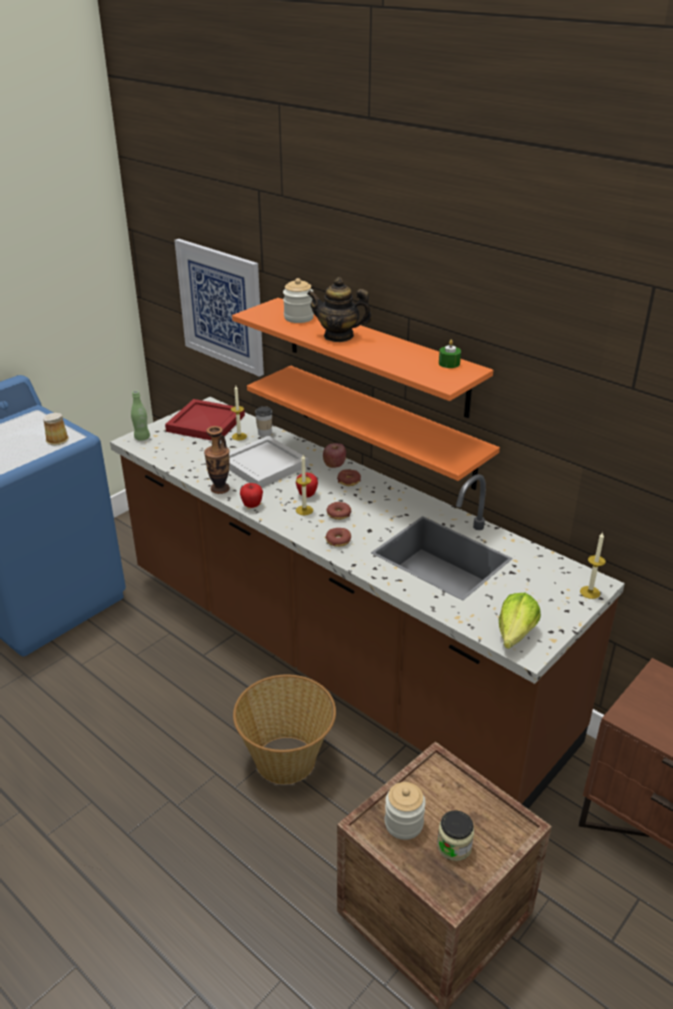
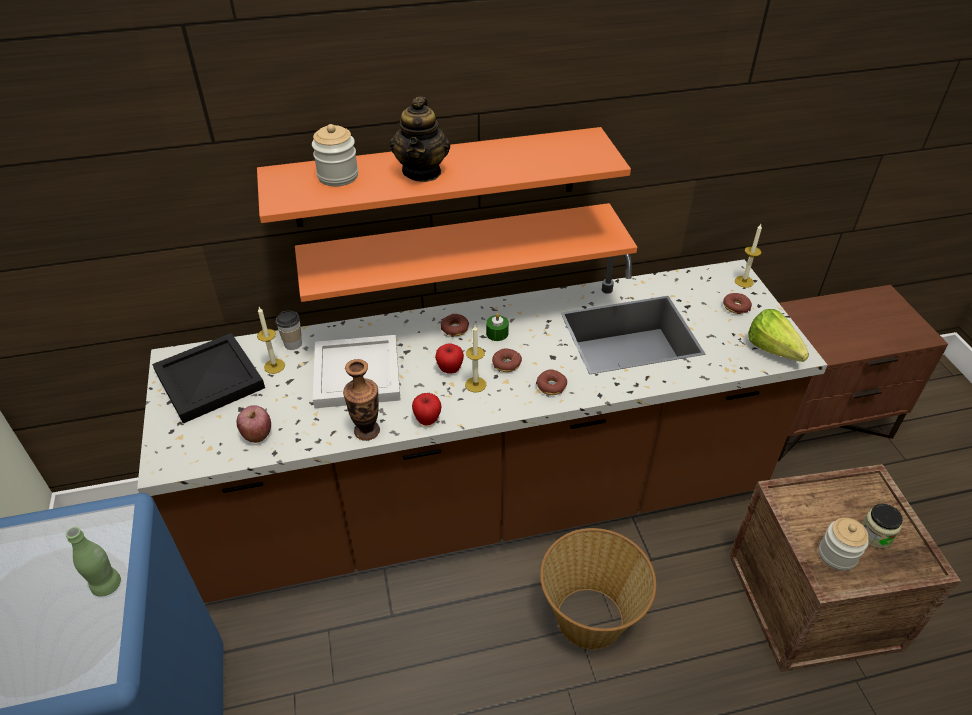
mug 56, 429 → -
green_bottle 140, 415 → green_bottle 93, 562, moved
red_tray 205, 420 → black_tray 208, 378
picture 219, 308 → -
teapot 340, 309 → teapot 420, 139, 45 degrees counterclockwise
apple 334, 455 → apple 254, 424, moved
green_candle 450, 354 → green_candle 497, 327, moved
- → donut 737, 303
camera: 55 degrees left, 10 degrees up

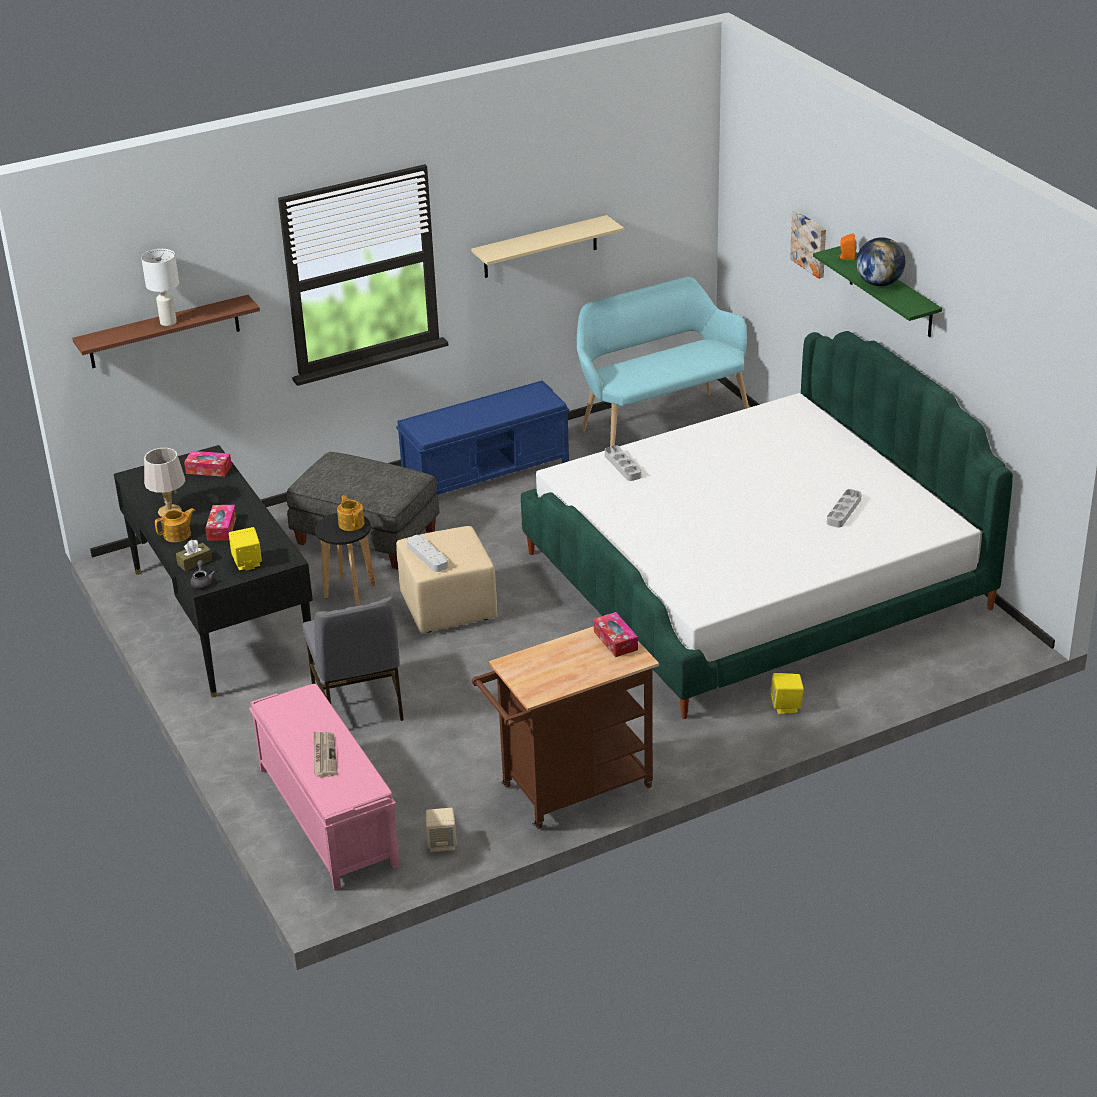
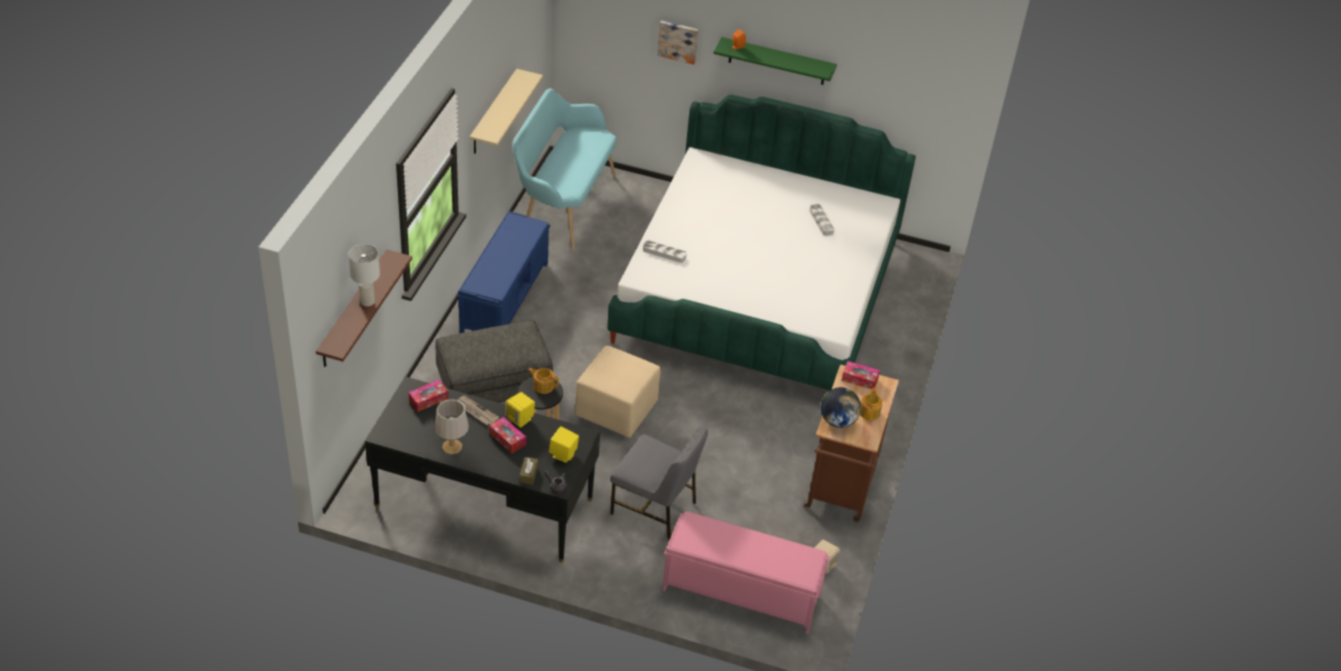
teapot 175, 525 → teapot 871, 404, moved
newspaper 326, 754 → newspaper 478, 410, moved
grey_tray 427, 553 → -
yellow_speaker 787, 693 → yellow_speaker 520, 410, moved
globe 880, 261 → globe 841, 407, moved
camera: 50 degrees left, 10 degrees up

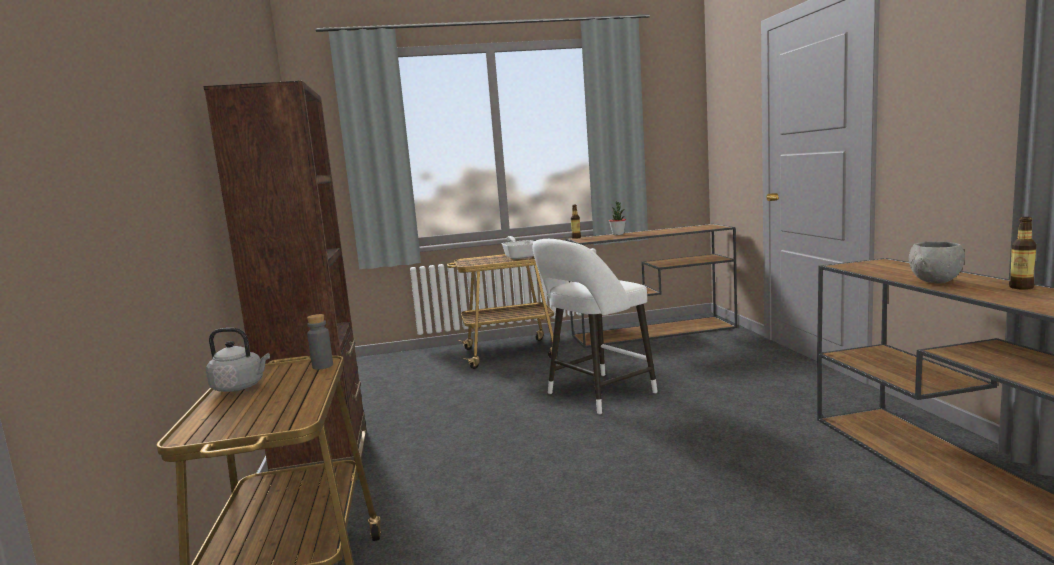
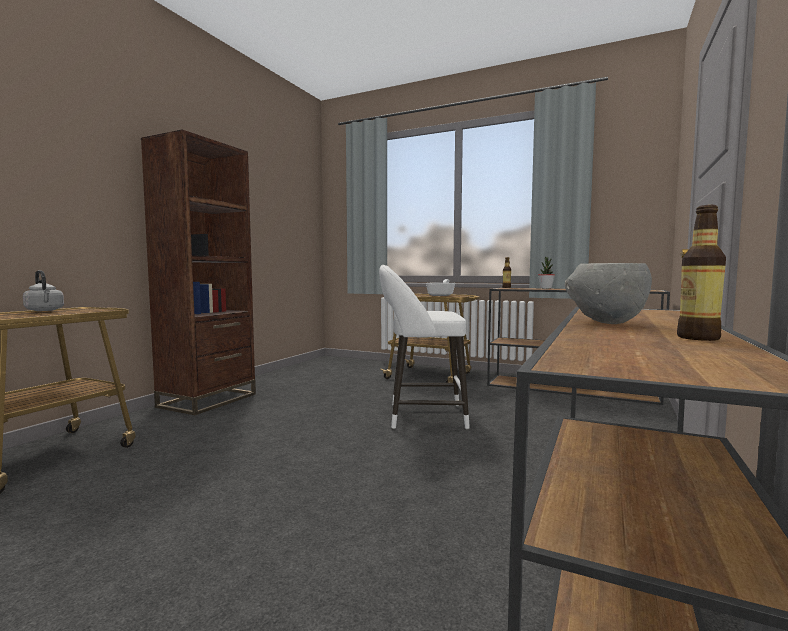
grey_bottle 320, 342 → -
camera: 35 degrees right, 5 degrees down

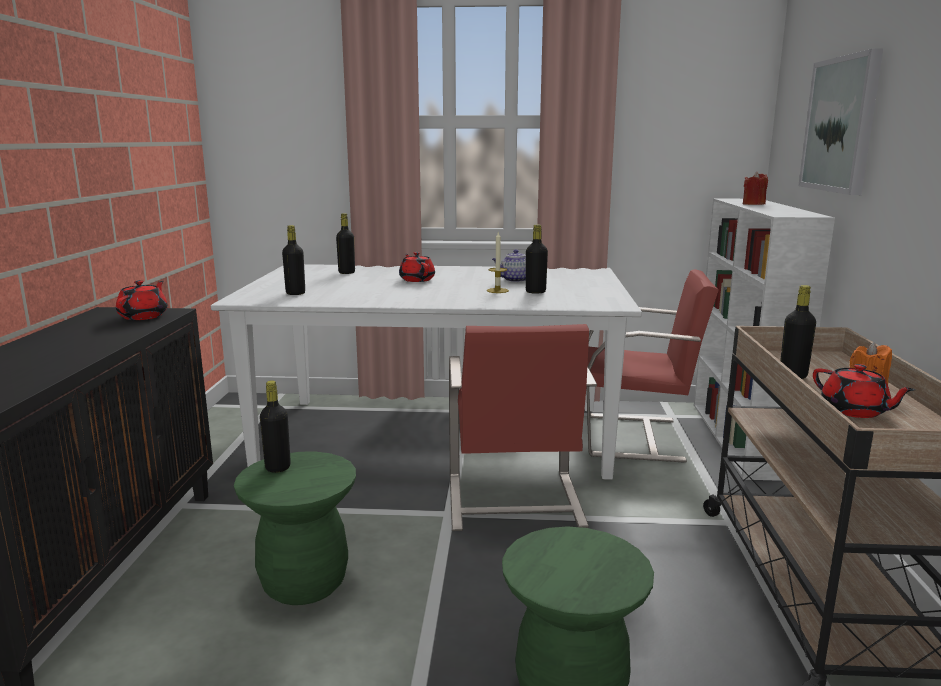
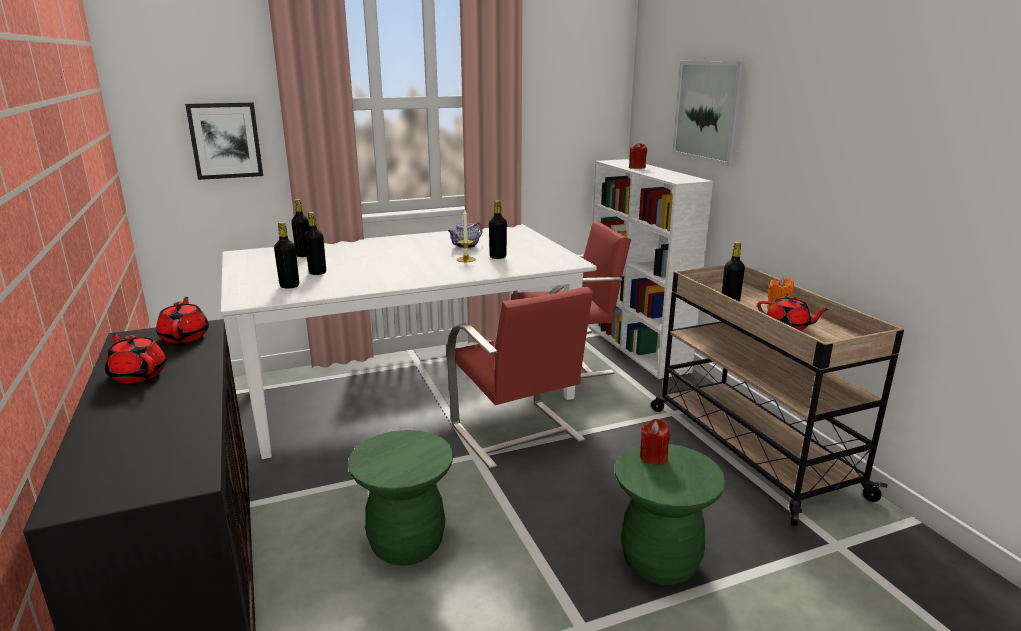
black_bottle 275, 426 → black_bottle 315, 243, moved
red_teapot 417, 267 → red_teapot 135, 358, moved
- → picture 224, 141
- → red_candle 655, 442
camera: 25 degrees left, 5 degrees up

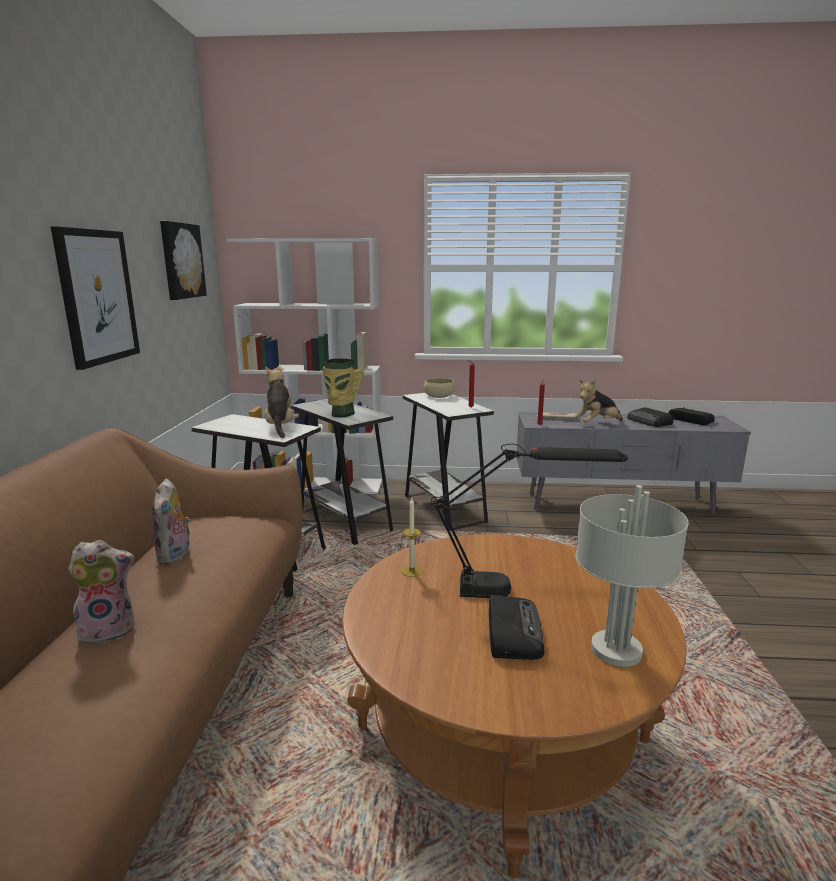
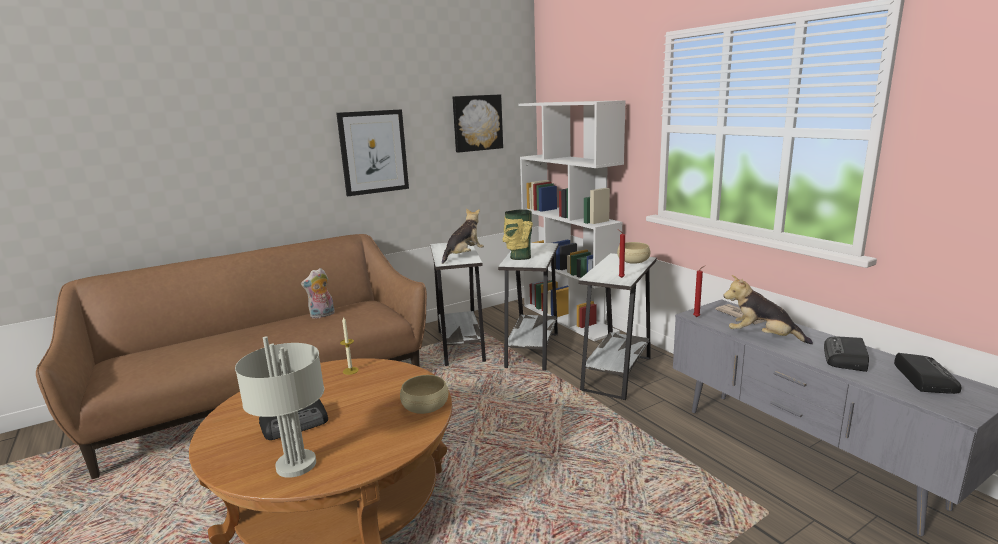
plush_toy 101, 592 → -
black_table_lamp 529, 521 → -
- → beige_bowl 424, 394
camera: 55 degrees right, 0 degrees up

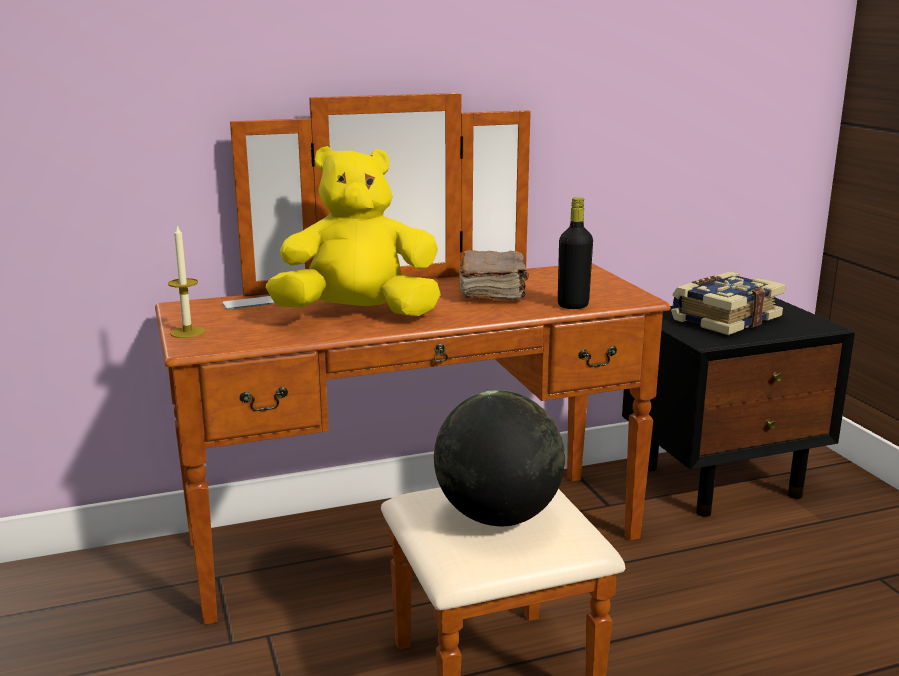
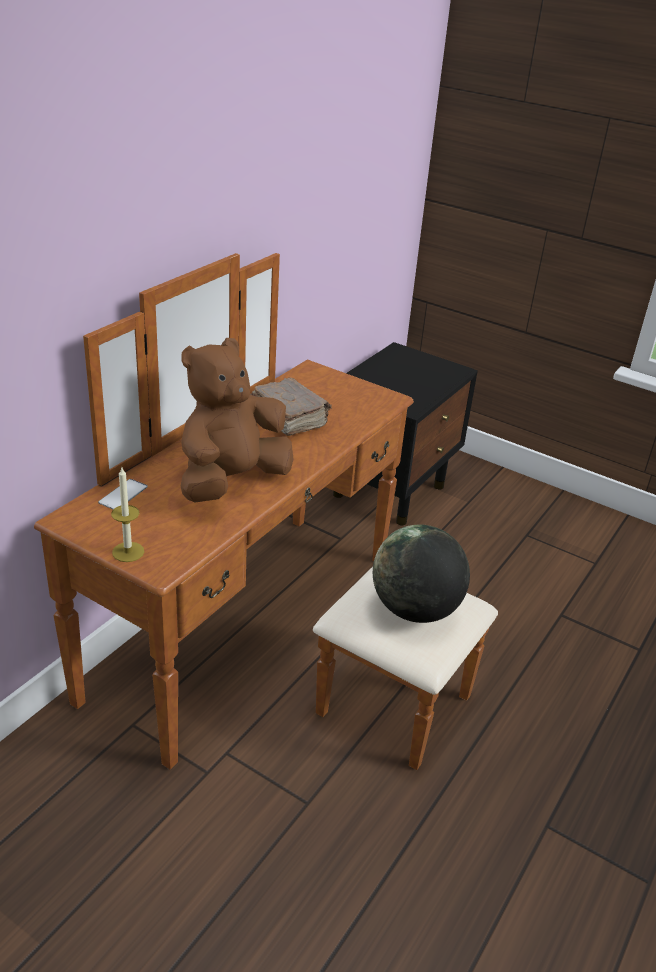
yellow_plush_toy 353, 231 → brown_plush_toy 236, 420
black_bottle 575, 253 → -
book 728, 303 → -
camera: 40 degrees left, 15 degrees up

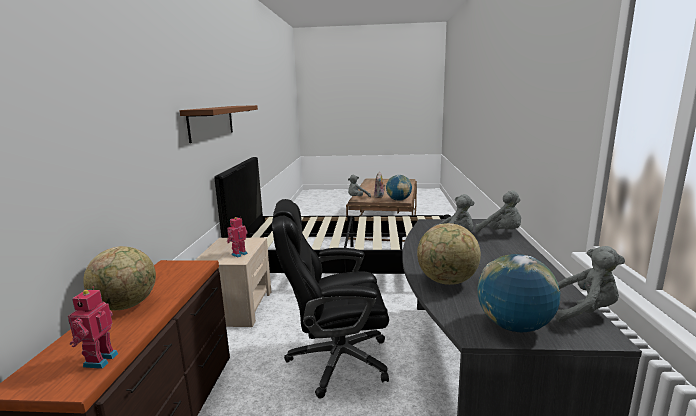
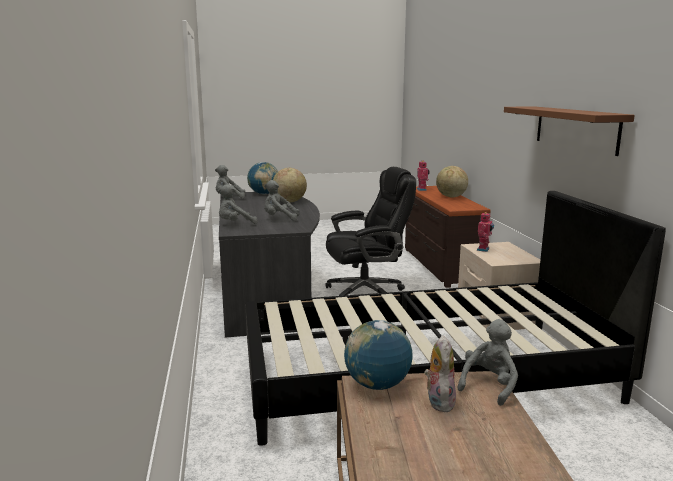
grey_plush_toy 498, 211 → grey_plush_toy 238, 204, 60 degrees counterclockwise
camera: 165 degrees right, 0 degrees up

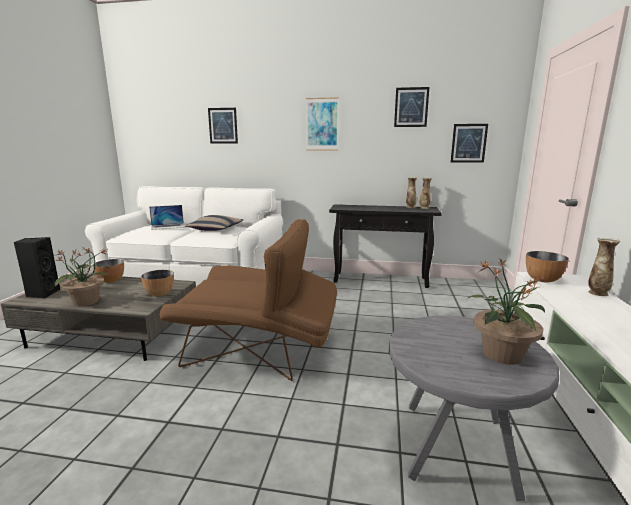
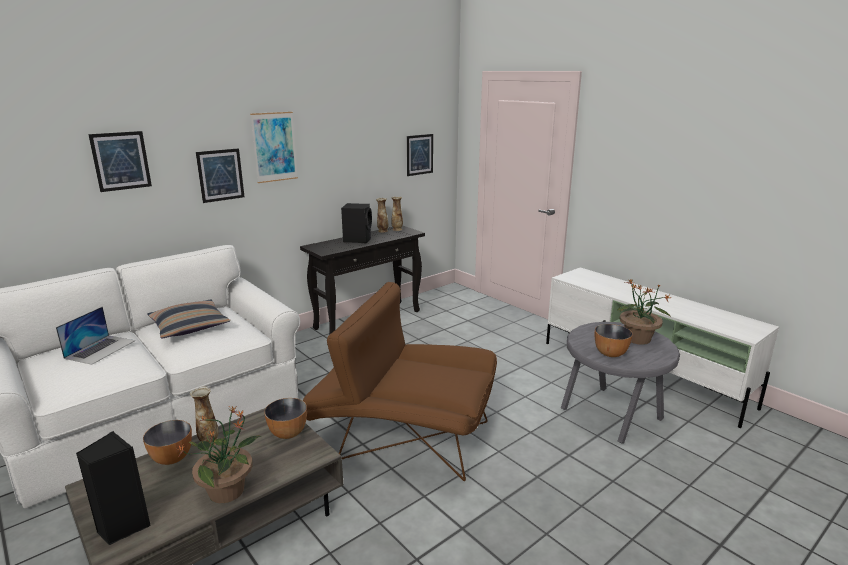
brown_armchair 248, 300 → brown_armchair 400, 381, 120 degrees counterclockwise
picture 411, 107 → picture 220, 175, moved
bowl 547, 267 → bowl 614, 340, moved
vase 604, 267 → vase 204, 417, moved
- → black_speaker 356, 223
camera: 50 degrees left, 5 degrees up

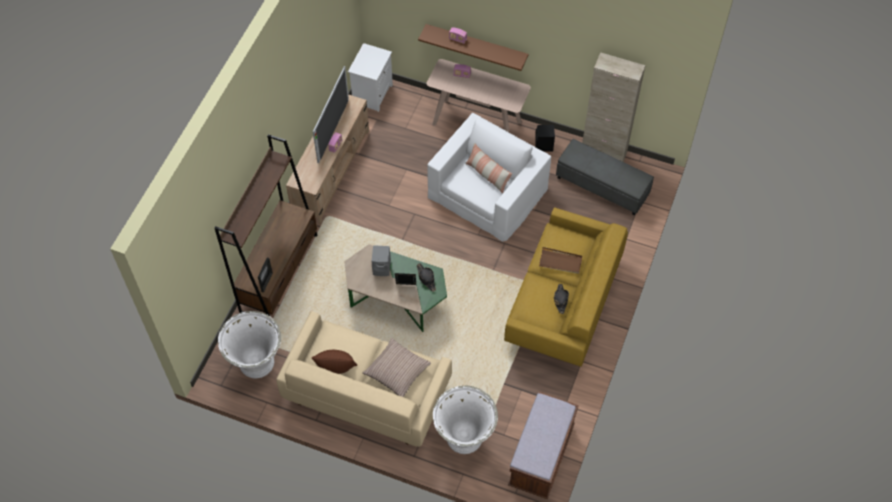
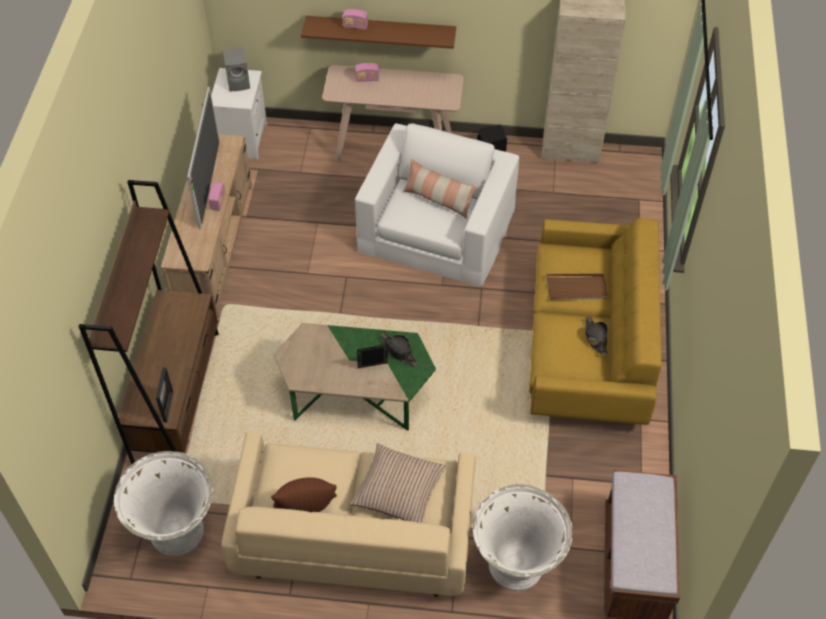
grey_speaker 381, 260 → grey_speaker 236, 69, moved
grey_ottoman 605, 177 → -
camera: 15 degrees left, 5 degrees down

